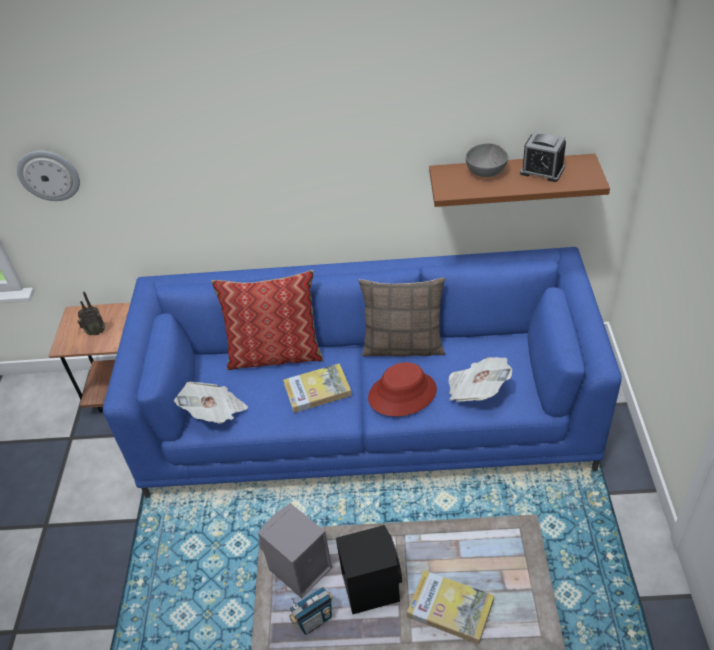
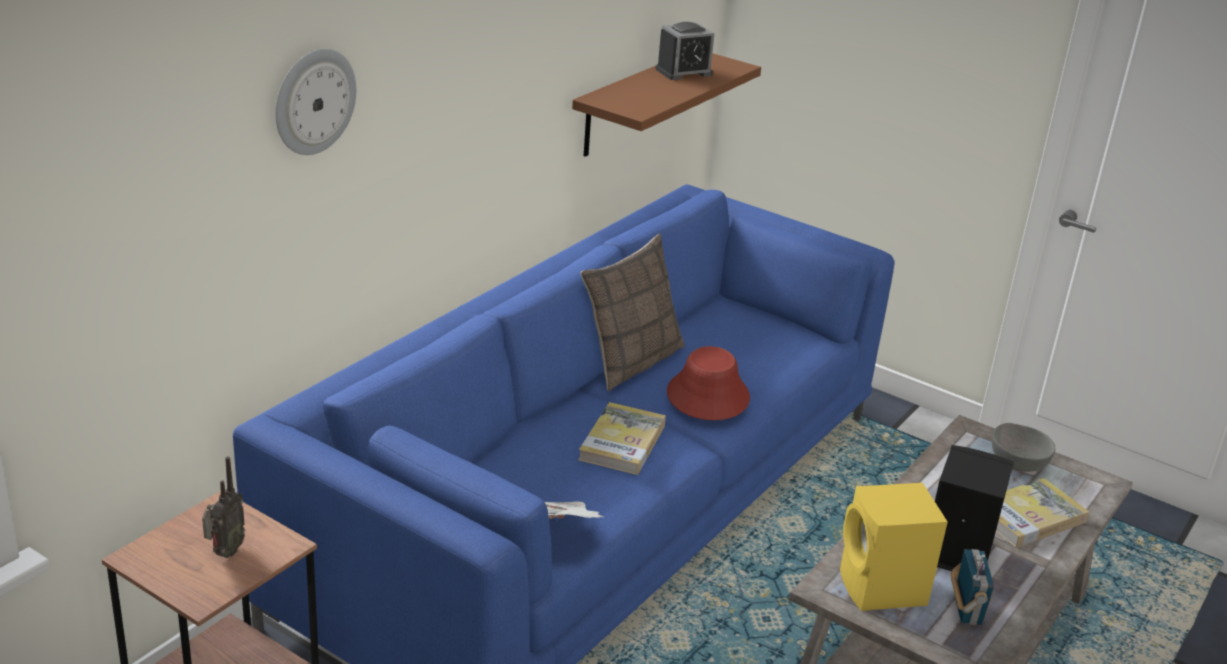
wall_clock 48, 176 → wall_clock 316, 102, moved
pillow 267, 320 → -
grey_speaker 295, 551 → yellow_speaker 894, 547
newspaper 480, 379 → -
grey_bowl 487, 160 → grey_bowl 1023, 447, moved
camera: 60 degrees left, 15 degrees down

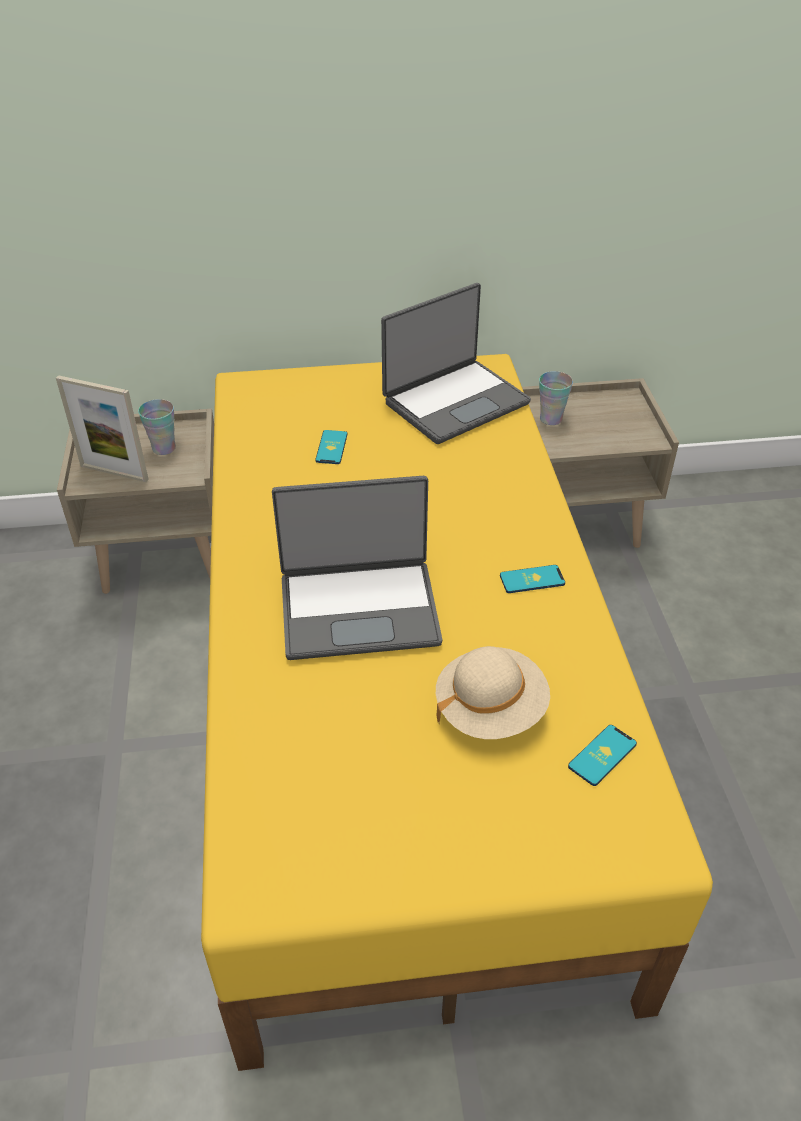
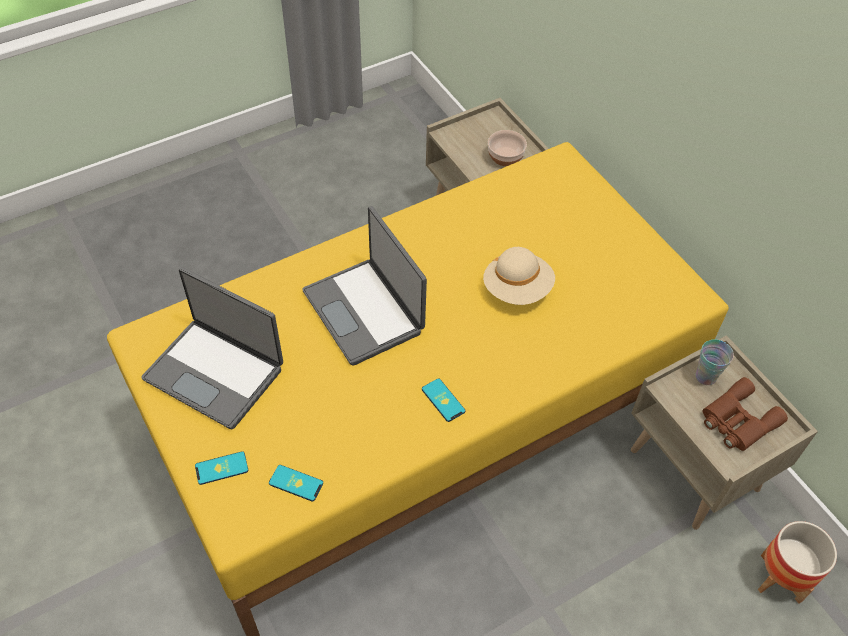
picture_frame 102, 428 → -
cup 157, 427 → bowl 507, 148
phone 331, 447 → phone 222, 468, moved
laptop 456, 363 → laptop 212, 348, moved
beige_hat 493, 692 → beige_hat 519, 276, moved
- → brown_binoculars 745, 414
- → planter 797, 562
camera: 65 degrees right, 10 degrees up

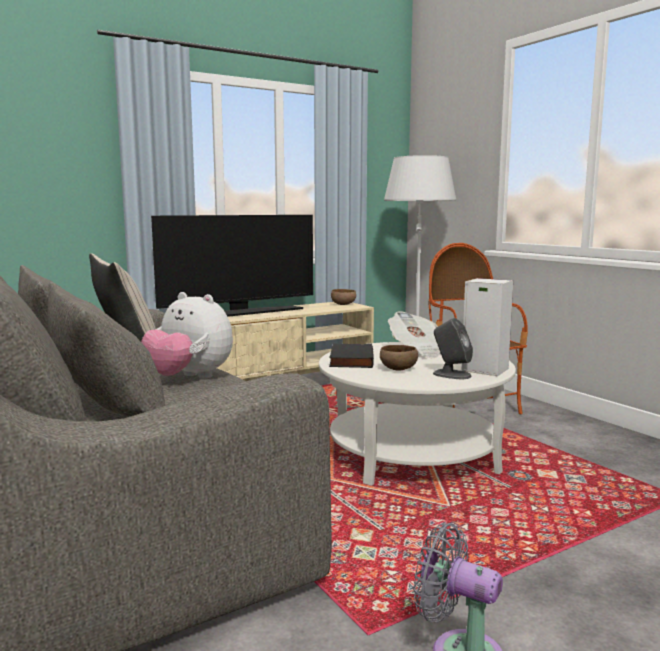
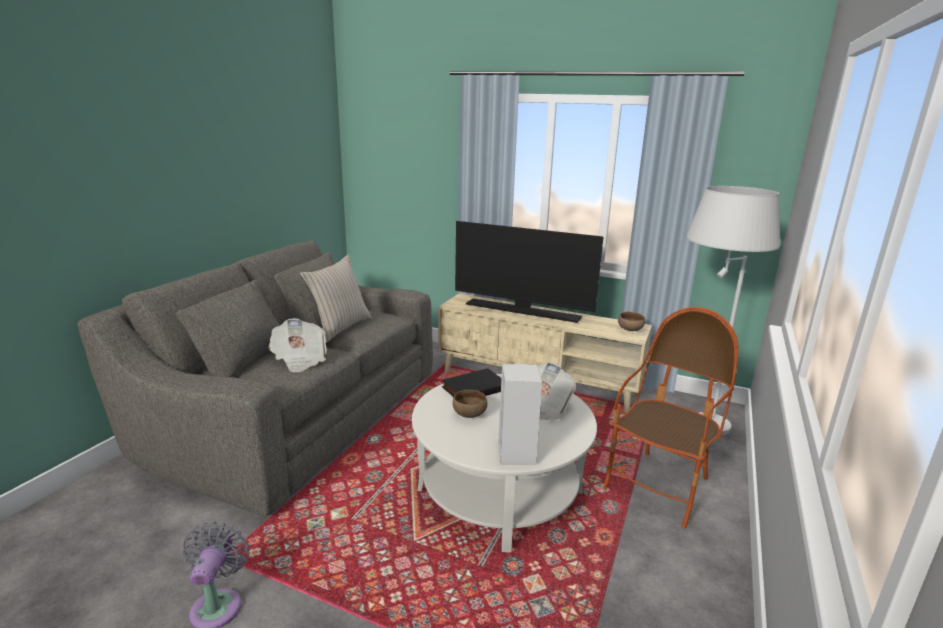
plush_toy 187, 335 → newspaper 298, 345
grey_speaker 453, 348 → -
camera: 55 degrees right, 10 degrees up

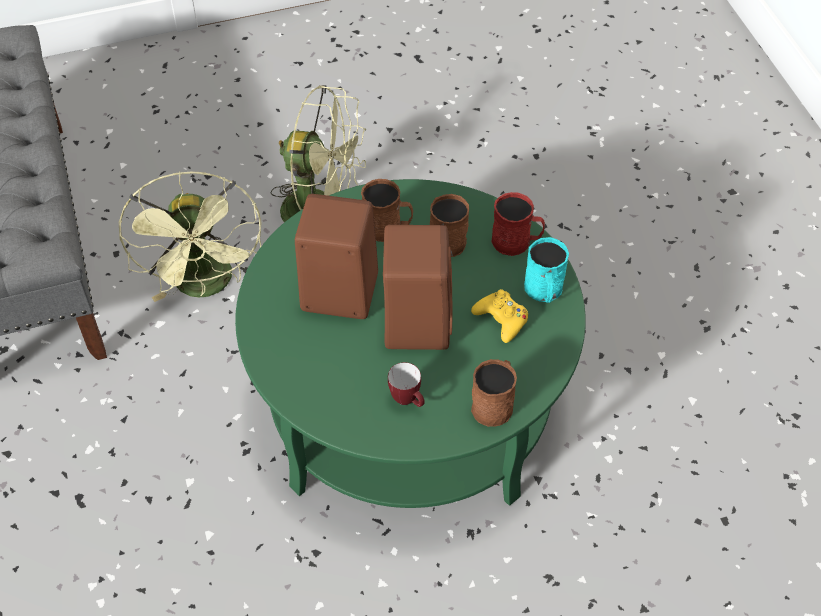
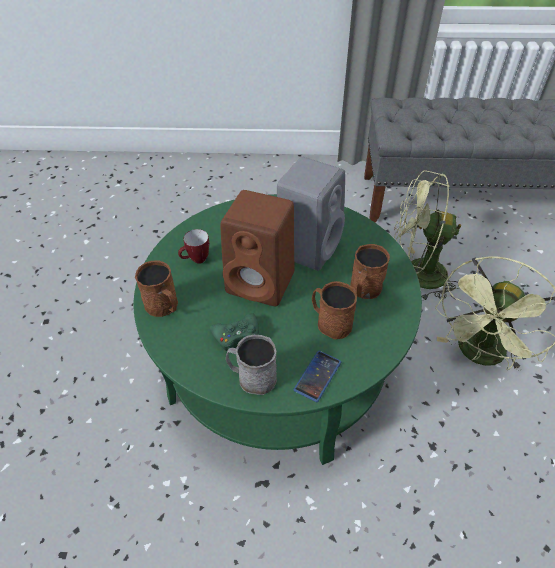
brown_speaker 336, 256 → grey_speaker 311, 214
yellow_game_controller 499, 316 → green_game_controller 234, 333
red_mug 518, 224 → phone 317, 376
turquoise_mug 546, 270 → grey_mug 251, 365
camera: 110 degrees right, 5 degrees down

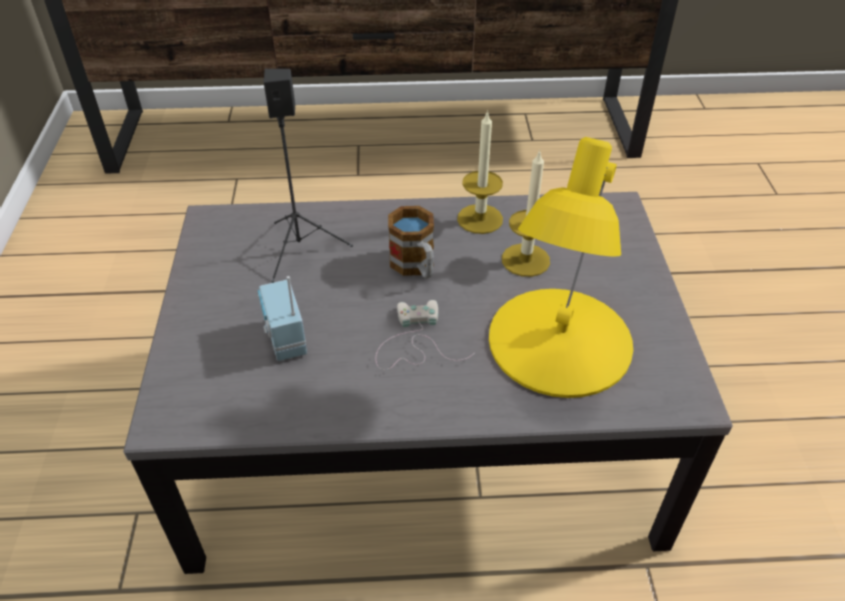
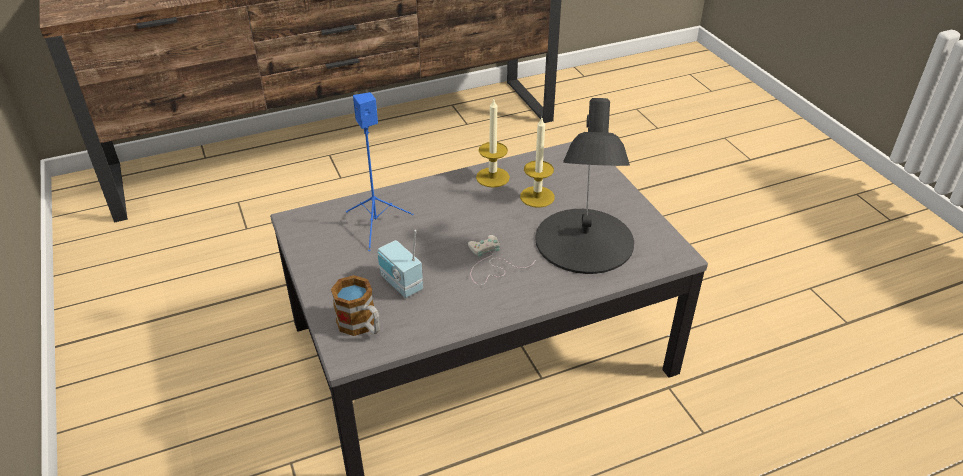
black_speaker 308, 176 → blue_speaker 380, 171
mug 411, 242 → mug 355, 305, moved
yellow_table_lamp 561, 267 → black_table_lamp 584, 186
camera: 20 degrees left, 5 degrees down

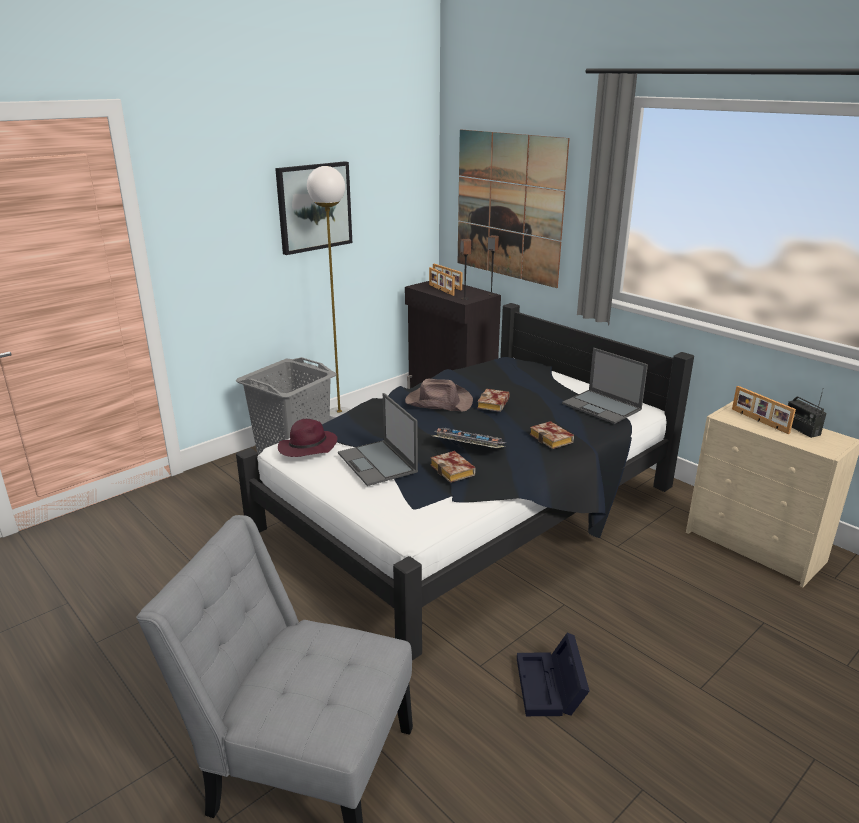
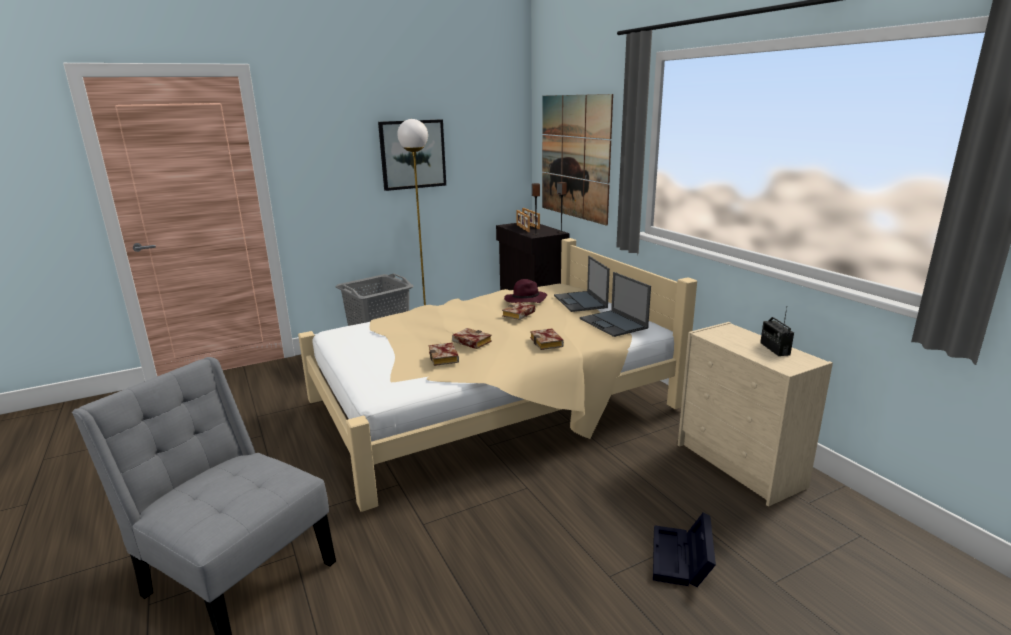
black_bed 465, 482 → beige_bed 497, 375
purple_hat 308, 438 → purple_hat 525, 291, moved
laptop 378, 439 → laptop 582, 284, moved
brown_hat 439, 395 → -
keyboard 470, 438 → book 472, 338
black_storage_box 553, 674 → black_storage_box 684, 549, moved
picture_frame 764, 410 → -
camera: 15 degrees right, 5 degrees down

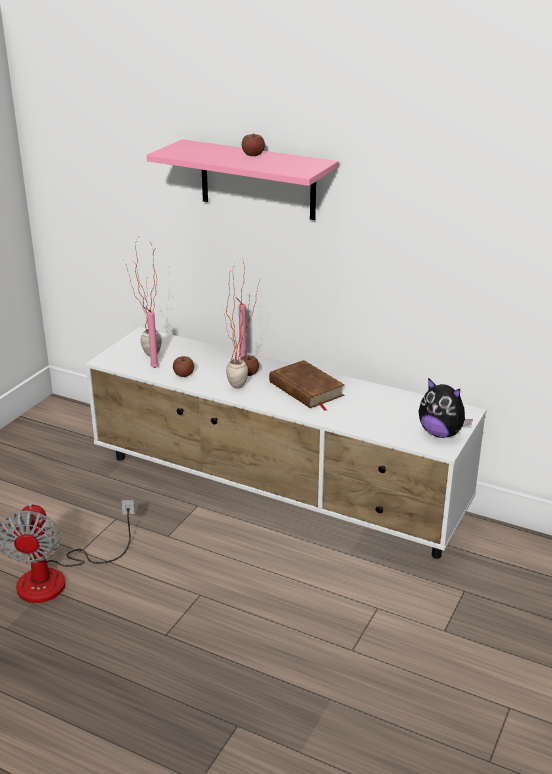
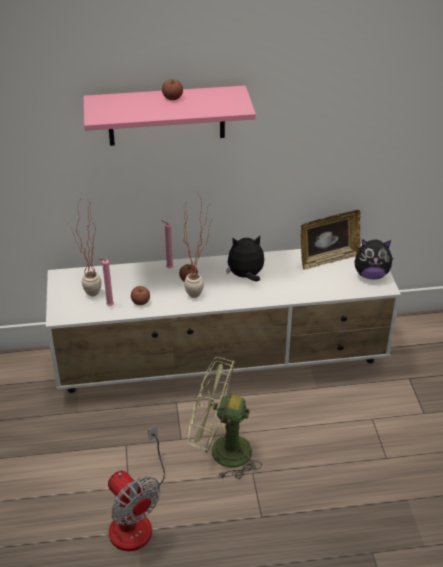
brown_book 306, 385 → plush_toy 245, 259
- → green_fan 225, 418
- → picture_frame 331, 240
camera: 35 degrees left, 10 degrees up

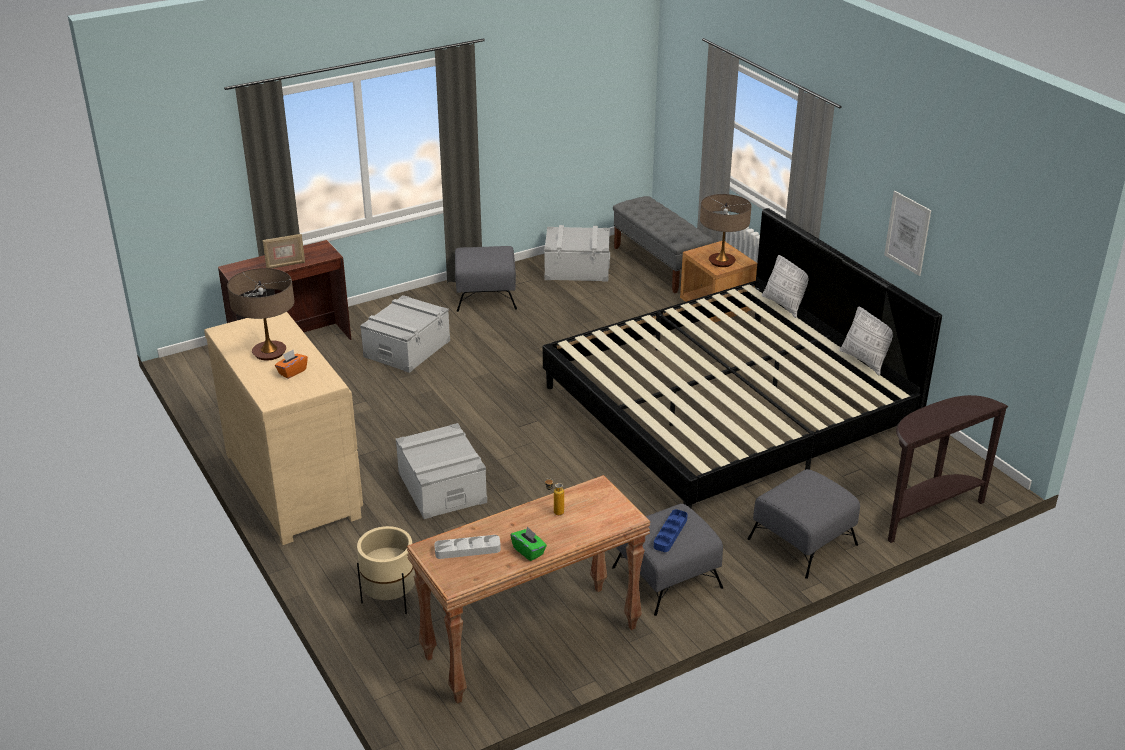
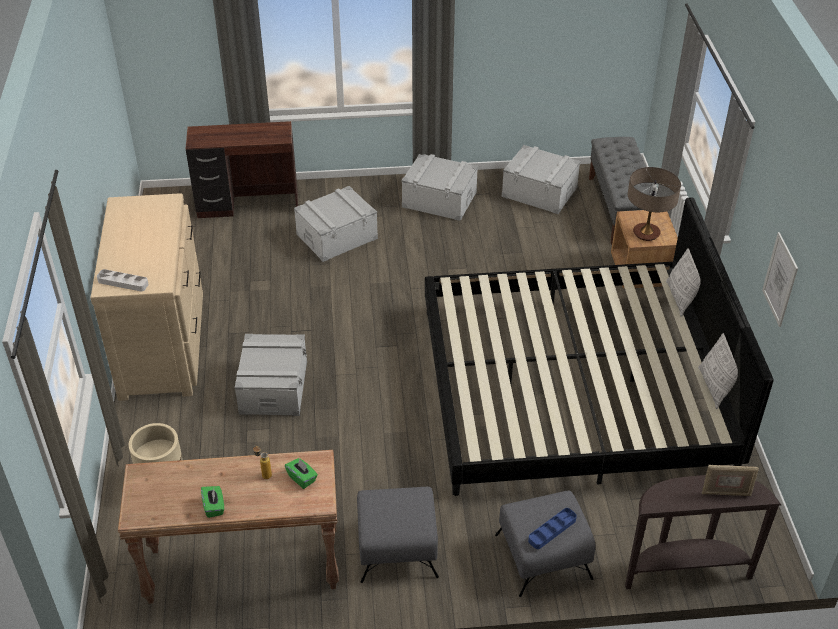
table_lamp 260, 314 → -
picture_frame 284, 251 → picture_frame 730, 480, moved
orange_tissue_box 291, 364 → -
grey_tray 467, 547 → grey_tray 123, 280, moved
grey_ottoman 486, 279 → grey_storage_box 440, 187
blue_tray 670, 530 → blue_tray 552, 528, moved
- → green_tissue_box 301, 473
camera: 25 degrees right, 10 degrees up

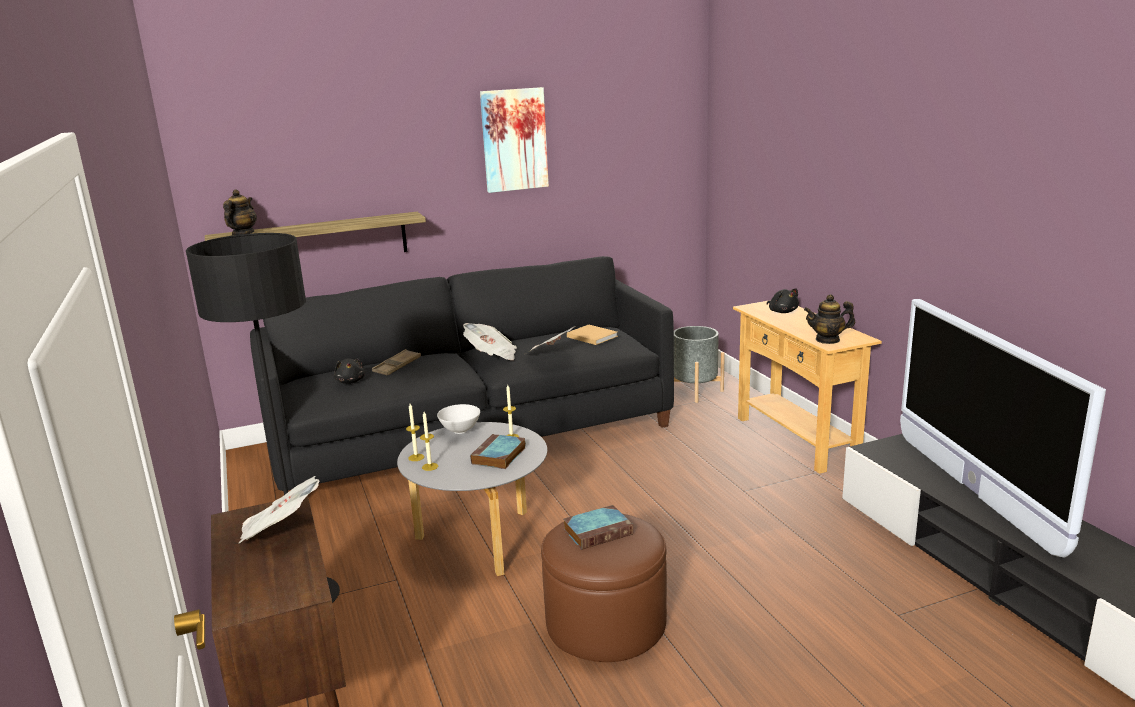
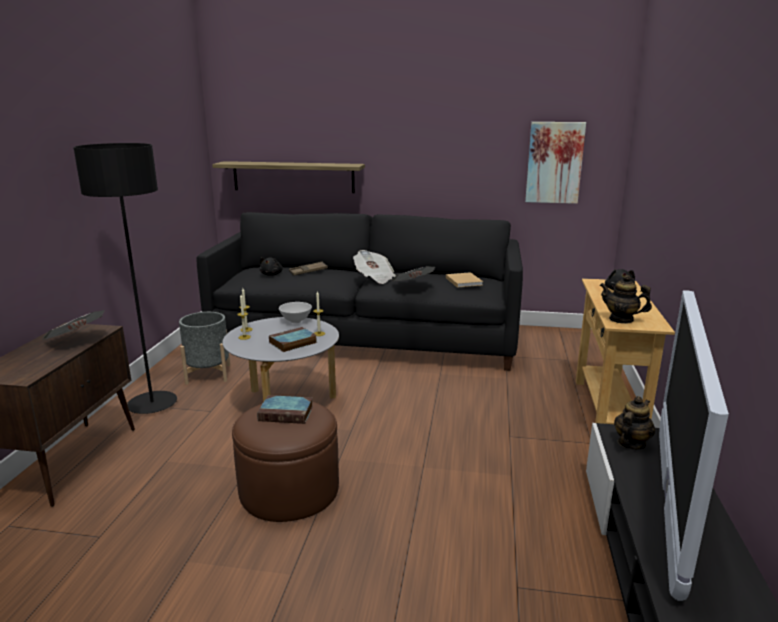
teapot 240, 212 → teapot 634, 423, moved
picture 514, 140 → picture 555, 163, moved
grey_planter 699, 364 → grey_planter 204, 348, moved
camera: 30 degrees right, 0 degrees up

